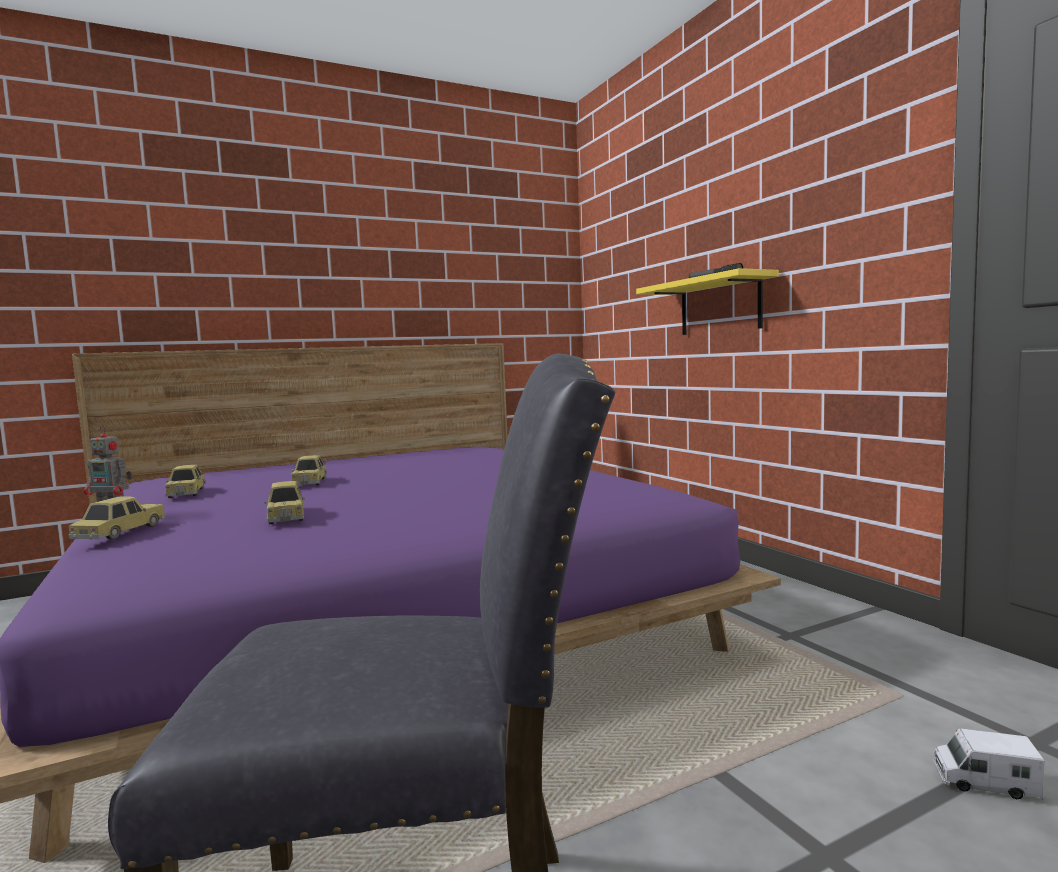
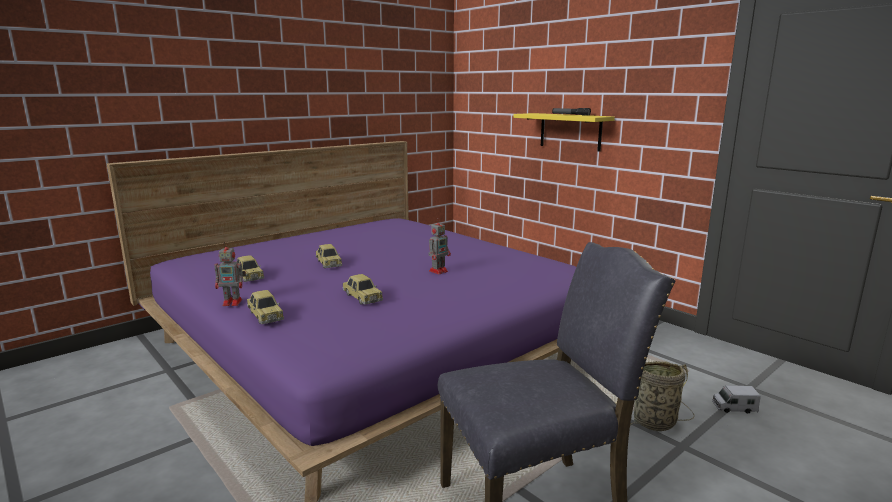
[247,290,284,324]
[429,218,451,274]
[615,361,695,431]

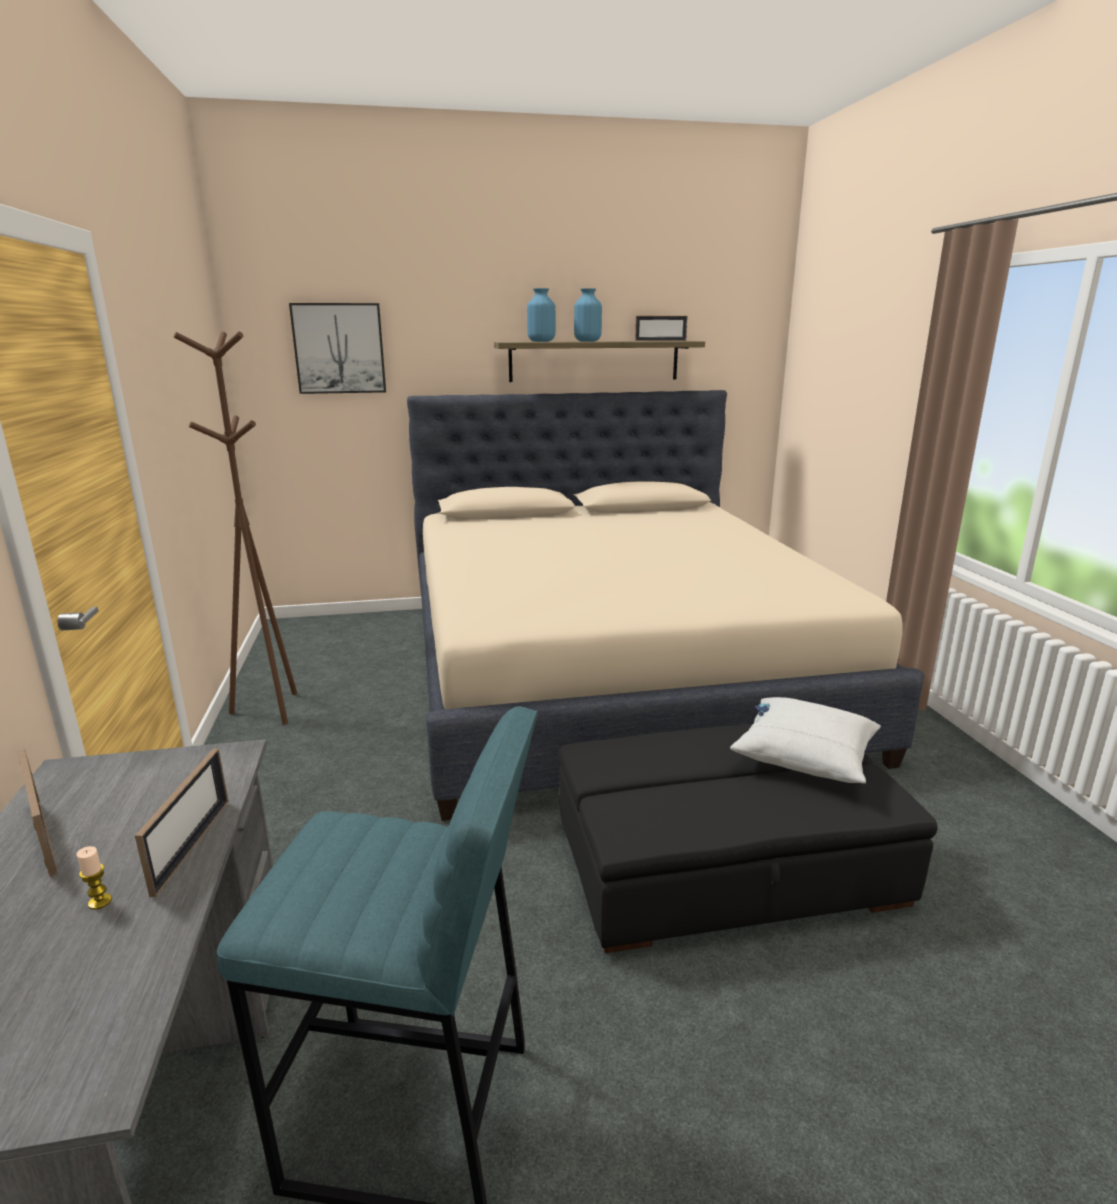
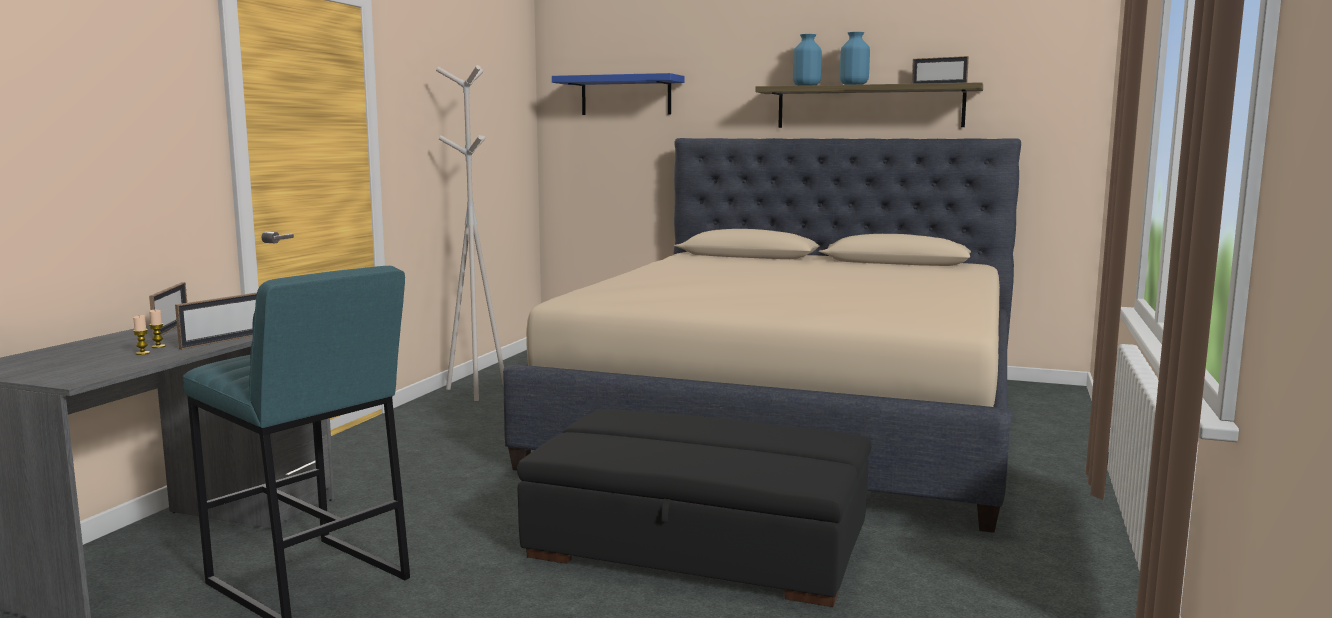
[133,315,150,355]
[436,65,504,401]
[552,73,684,115]
[730,697,881,783] (first image)

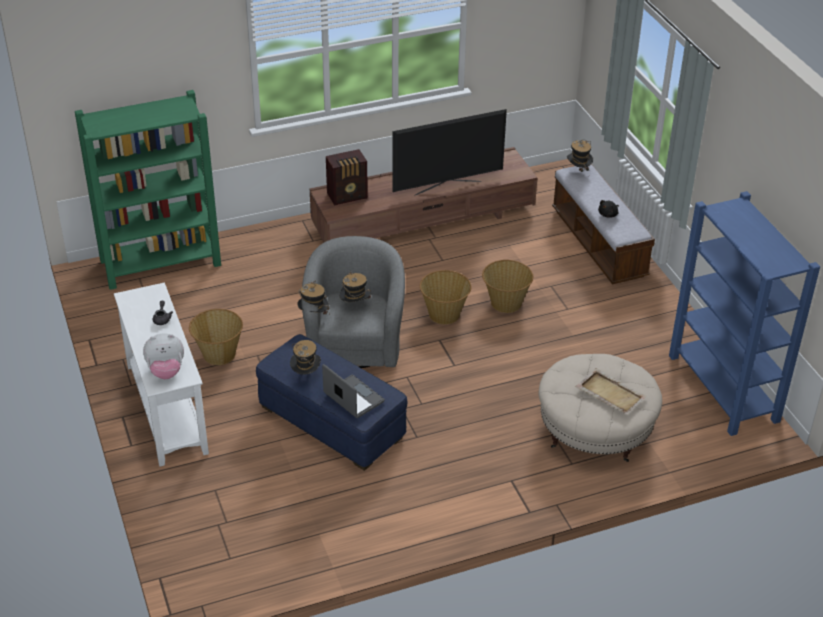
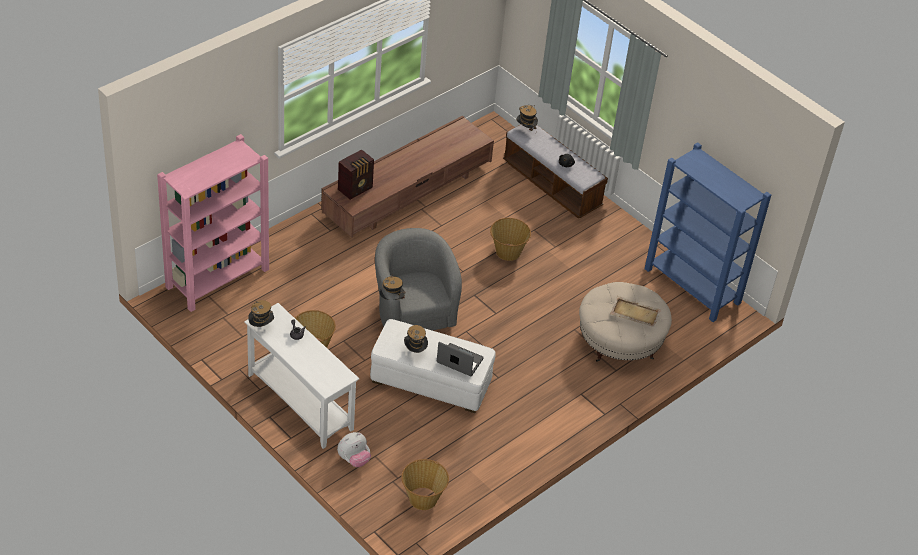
[157,134,269,312]
[248,300,274,327]
[337,432,371,467]
[370,319,496,413]
[401,459,449,510]
[392,109,507,196] (first image)

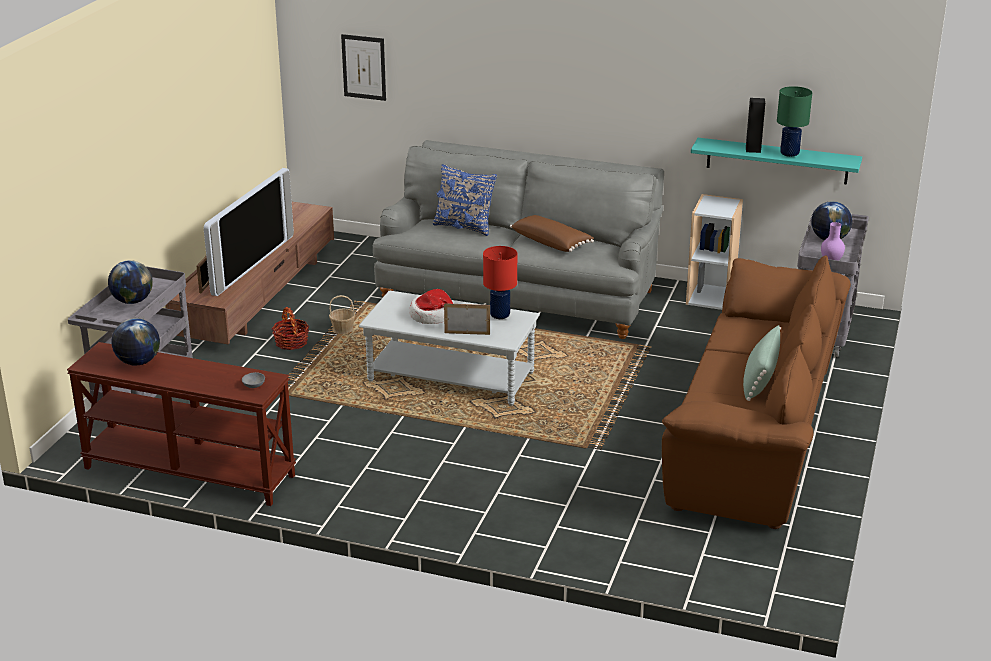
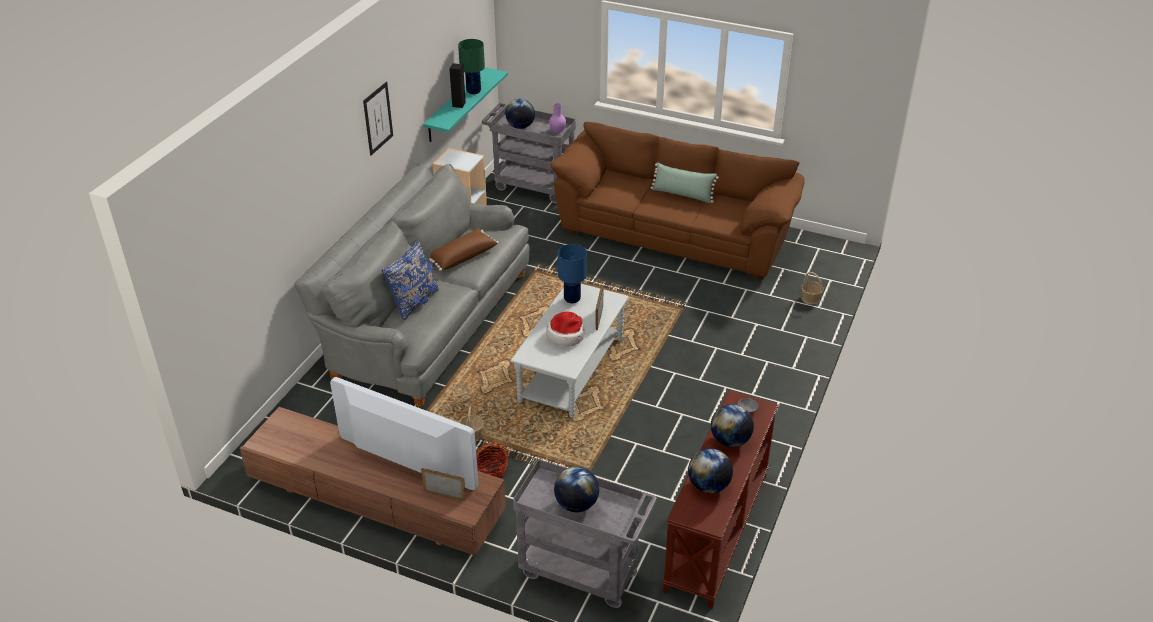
[363,82,393,155]
[558,244,587,303]
[711,404,754,447]
[801,272,823,305]

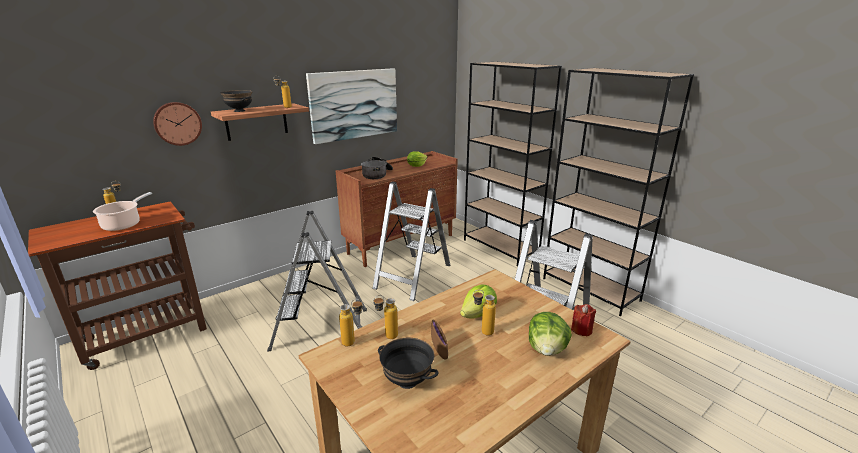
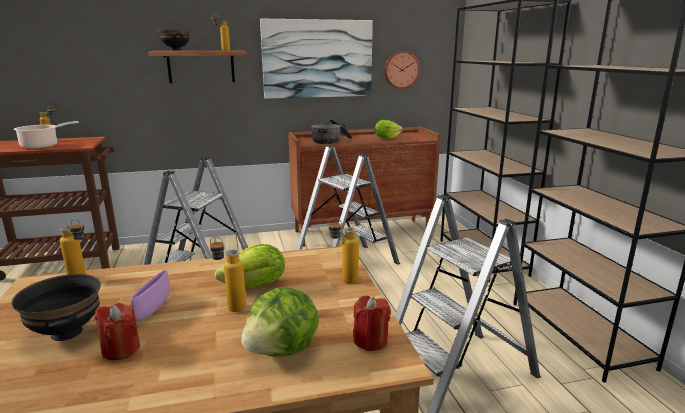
[95,303,140,360]
[131,270,170,321]
[328,217,359,283]
[384,51,420,89]

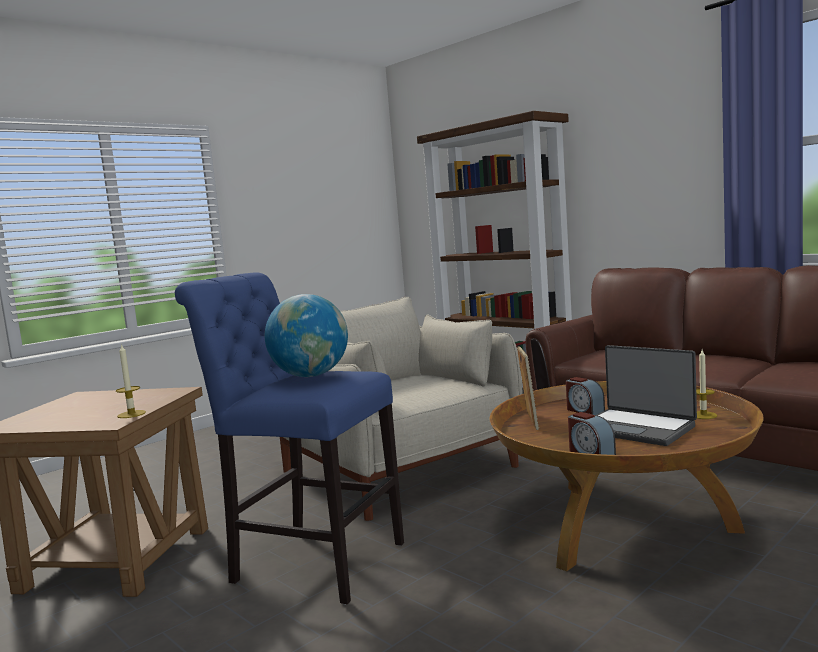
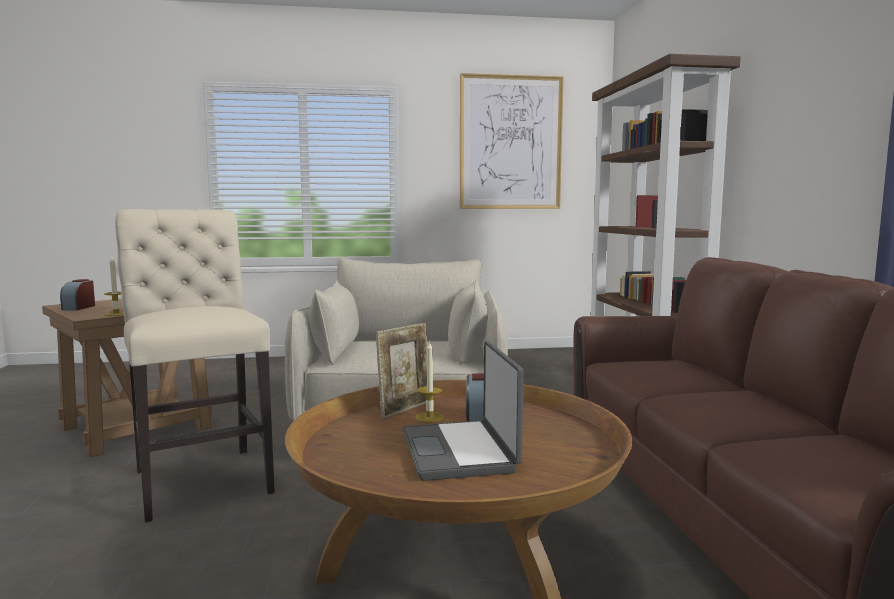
[60,279,95,310]
[115,209,275,522]
[415,341,445,423]
[460,73,564,209]
[265,294,348,377] (first image)

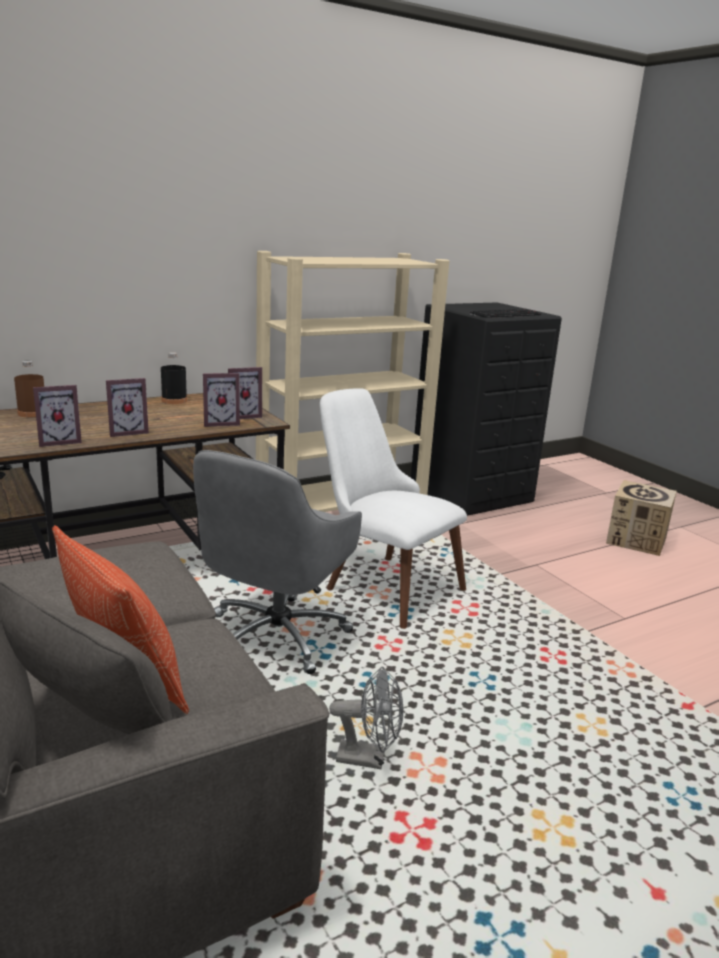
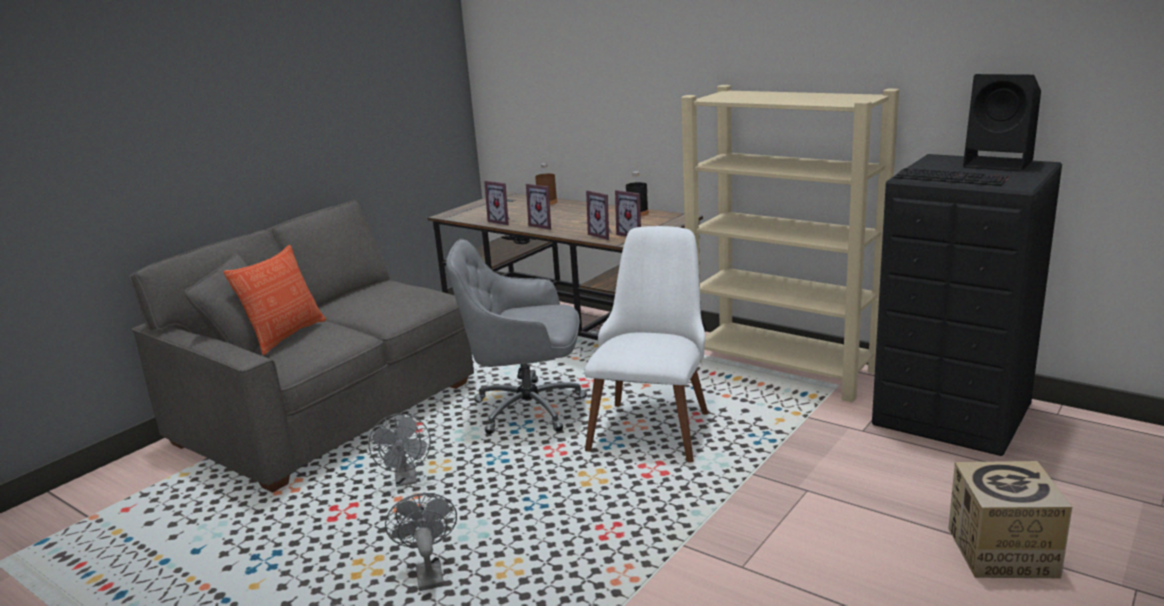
[385,493,457,591]
[963,74,1041,172]

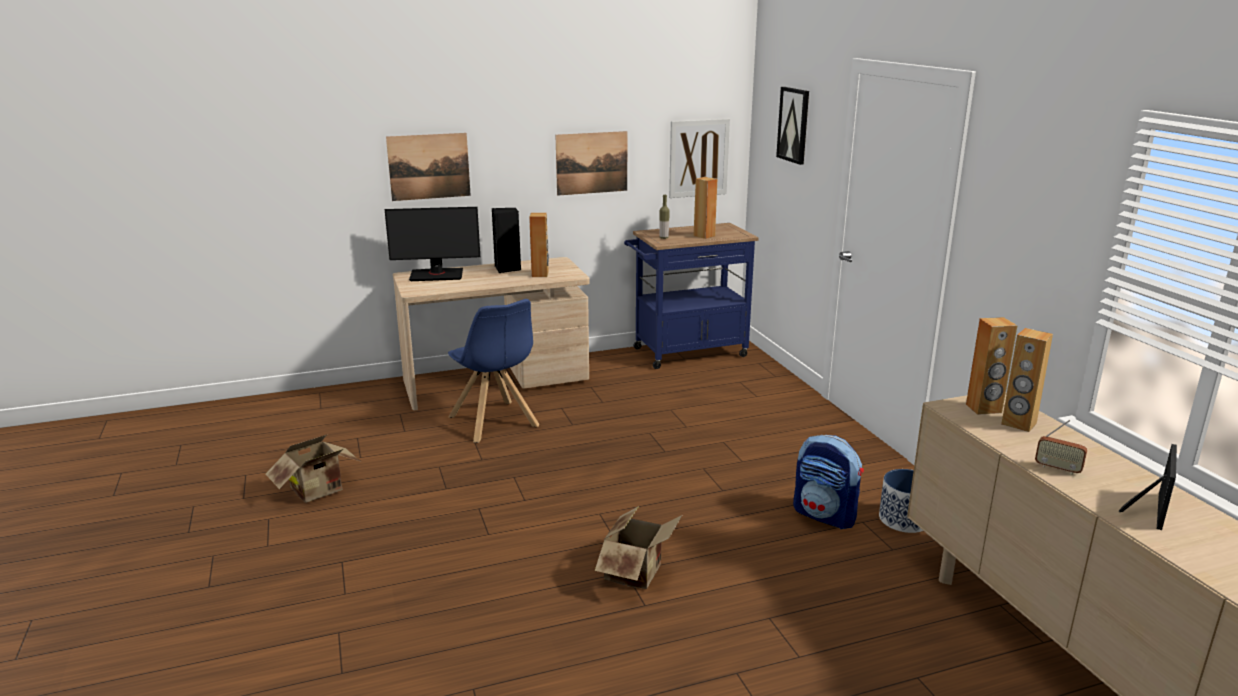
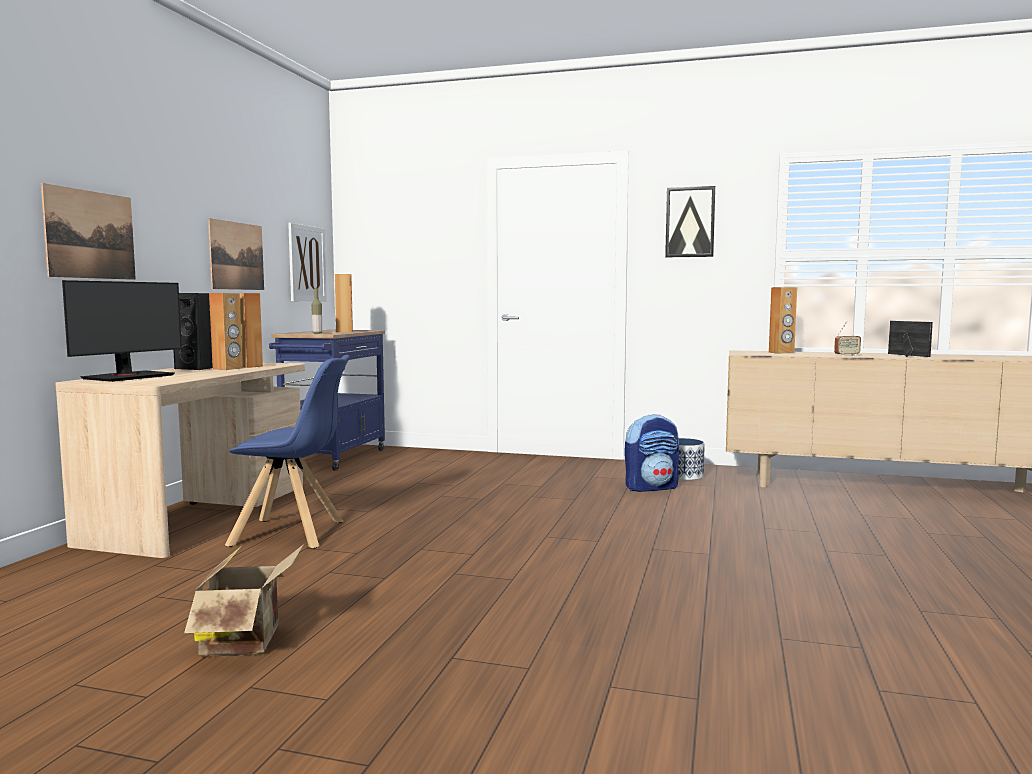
[209,293,243,370]
[665,186,715,257]
[595,506,682,589] (first image)

